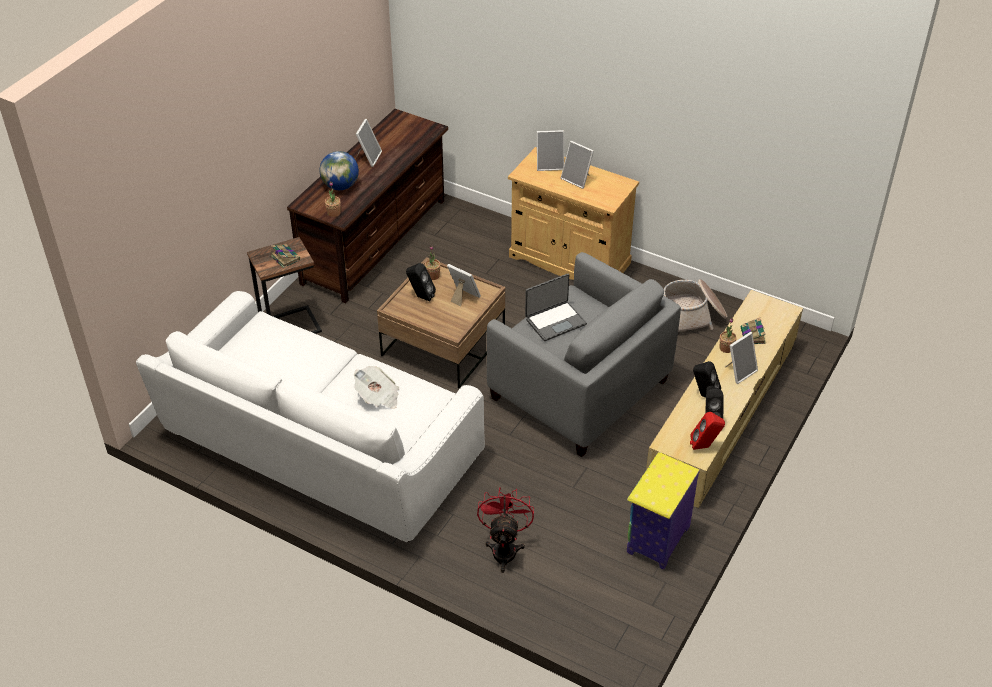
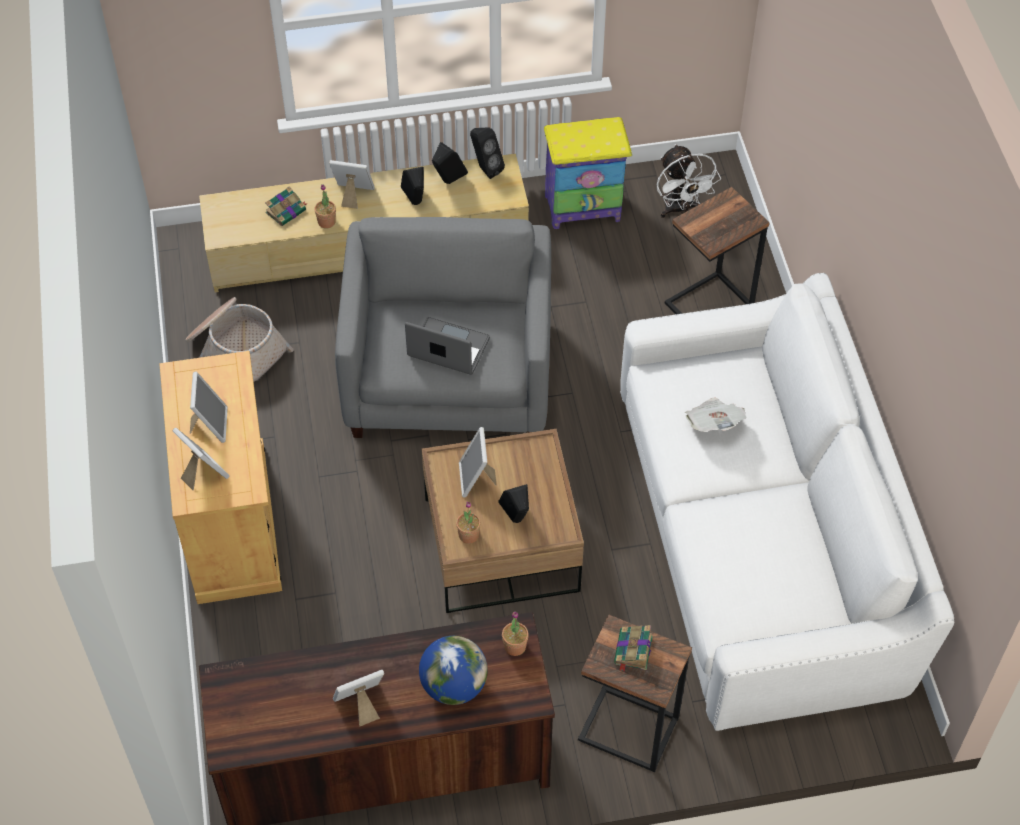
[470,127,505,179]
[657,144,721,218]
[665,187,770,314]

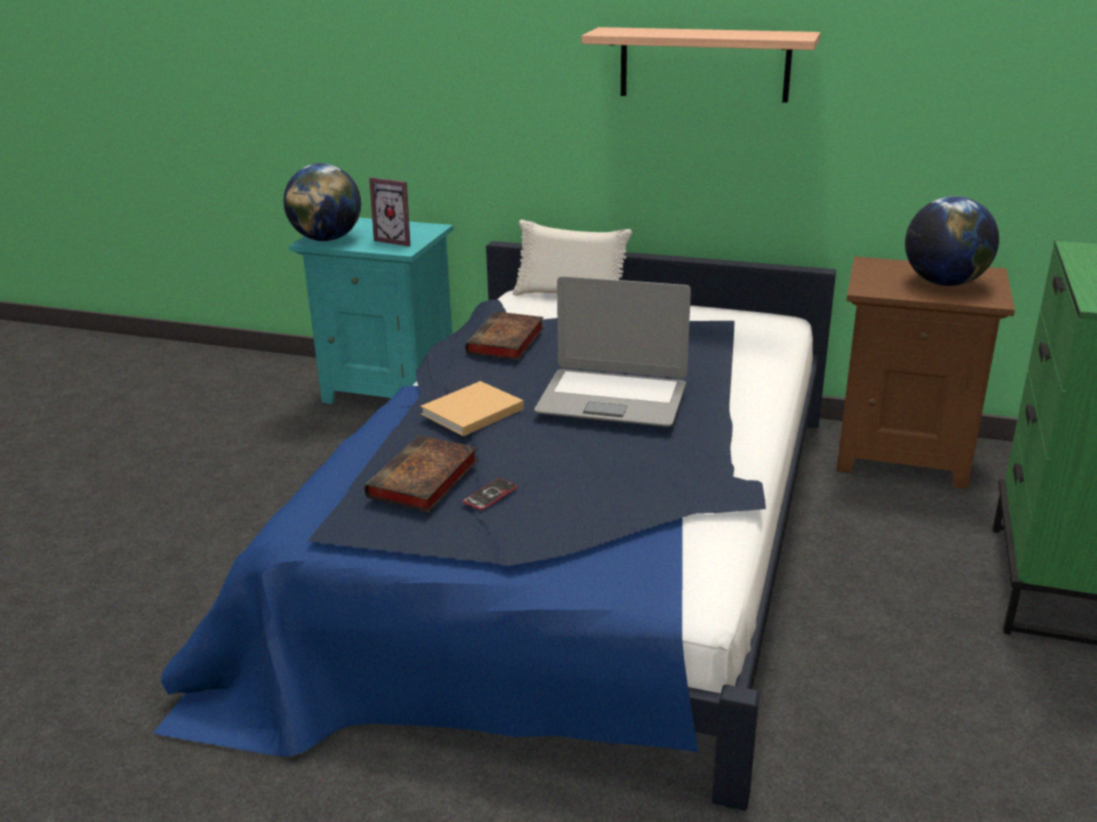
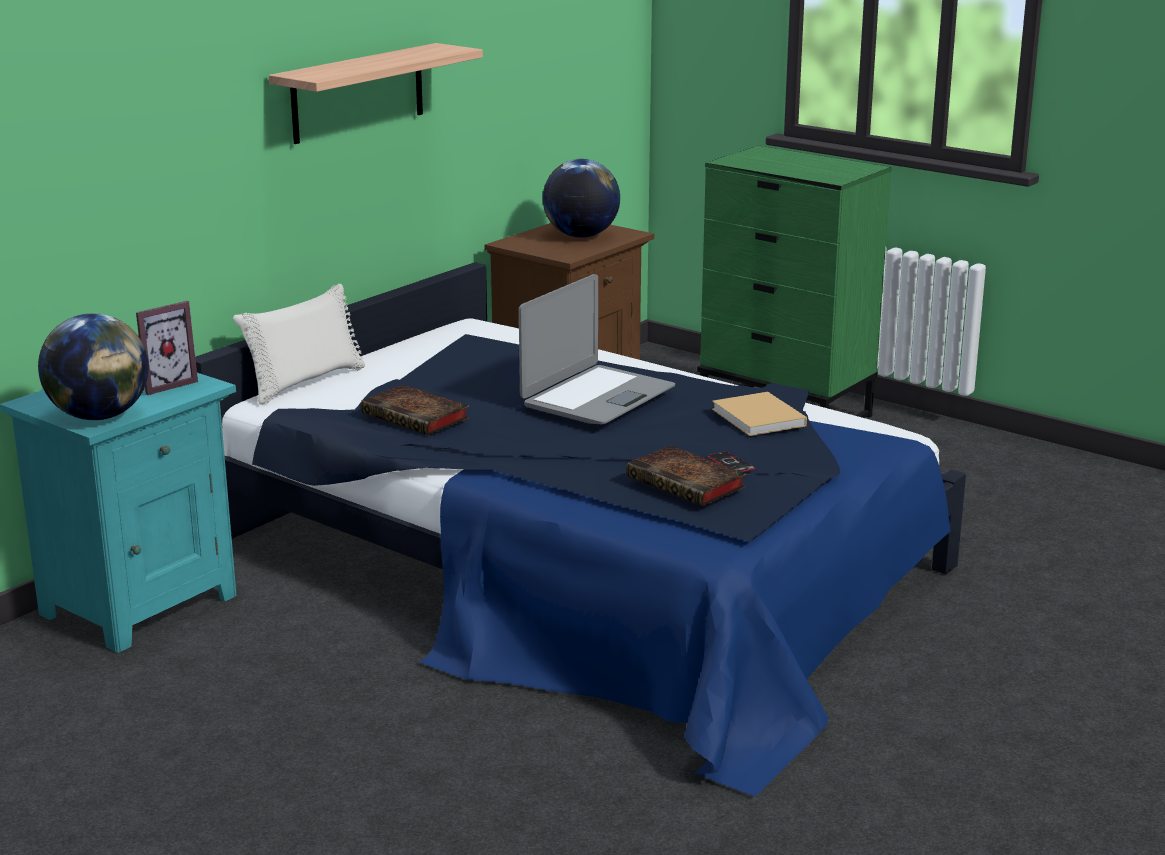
[712,392,807,436]

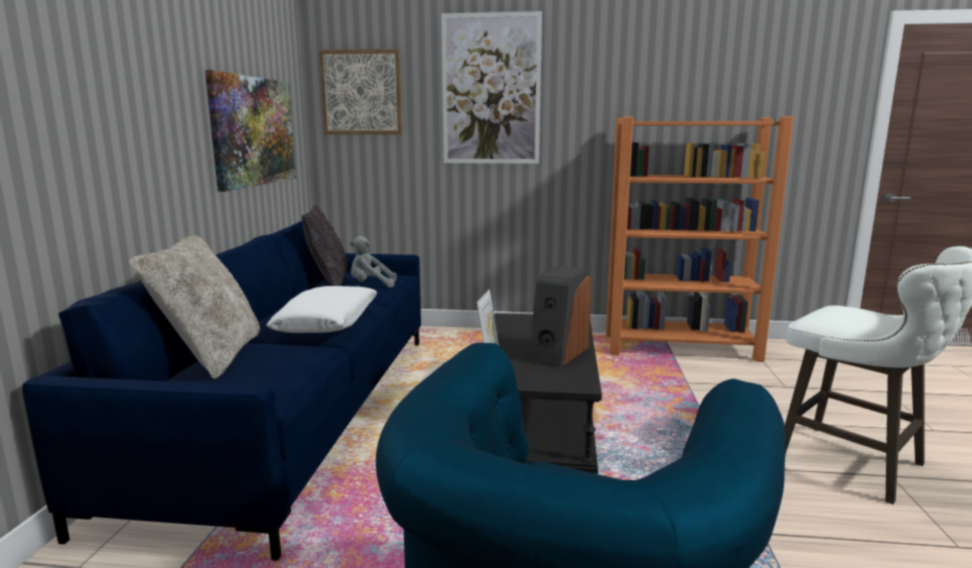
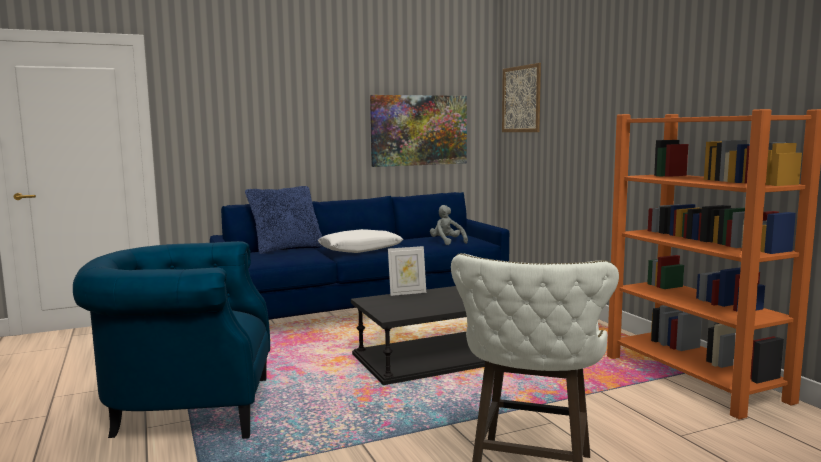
[245,186,323,254]
[302,205,348,286] (first image)
[441,11,542,164] (first image)
[528,266,592,368] (first image)

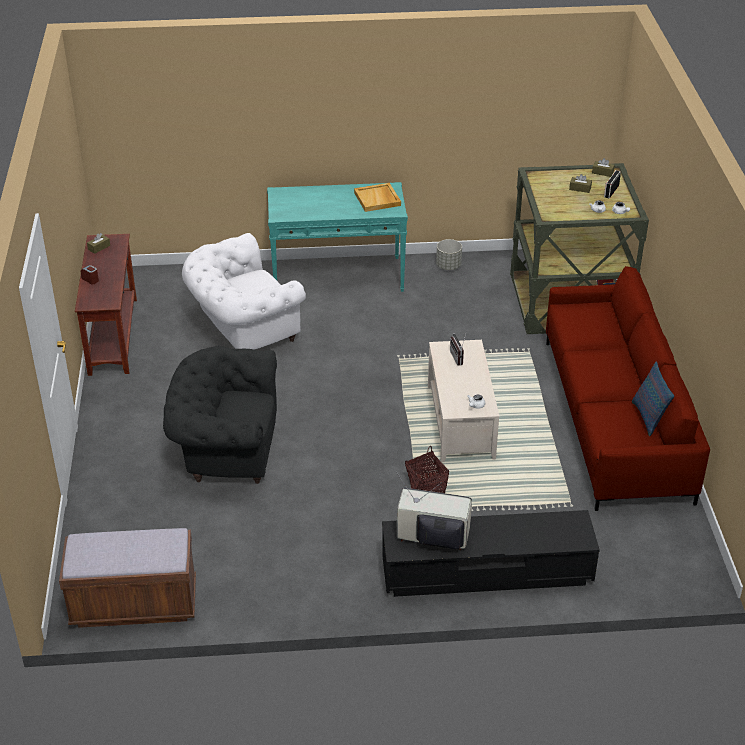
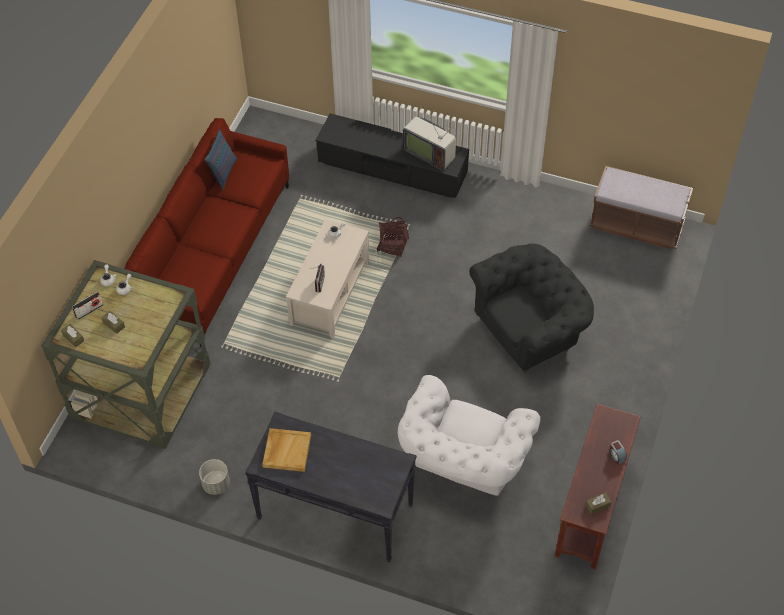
[245,411,416,562]
[398,375,541,496]
[469,243,594,373]

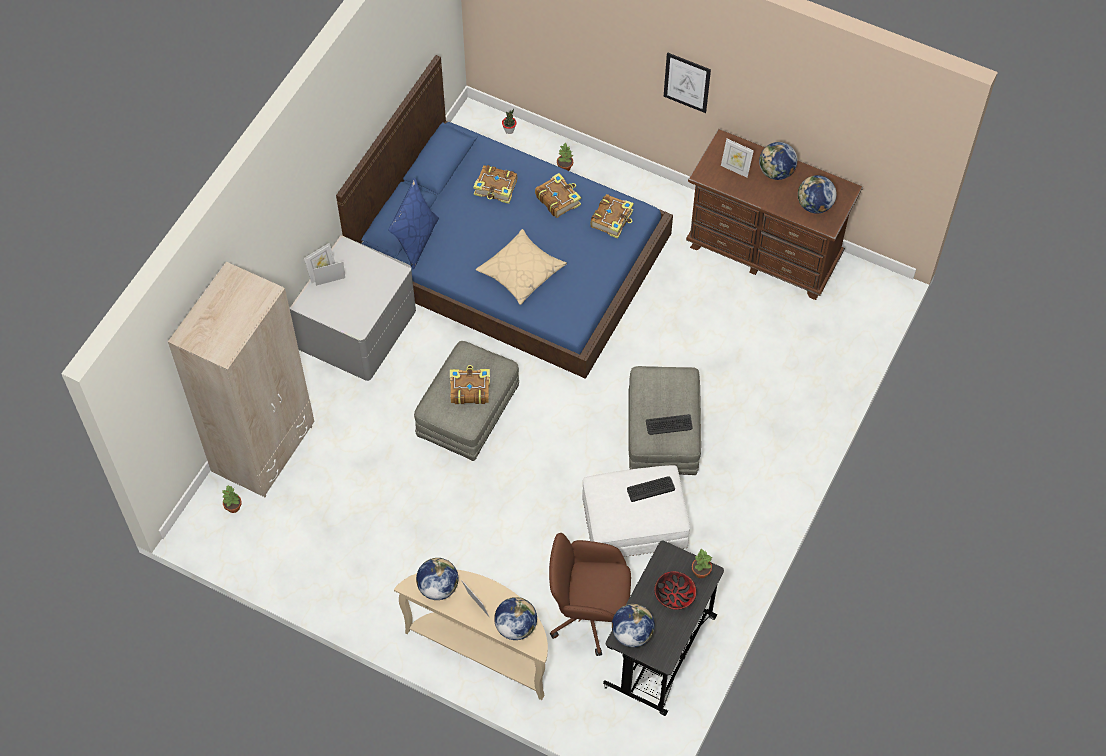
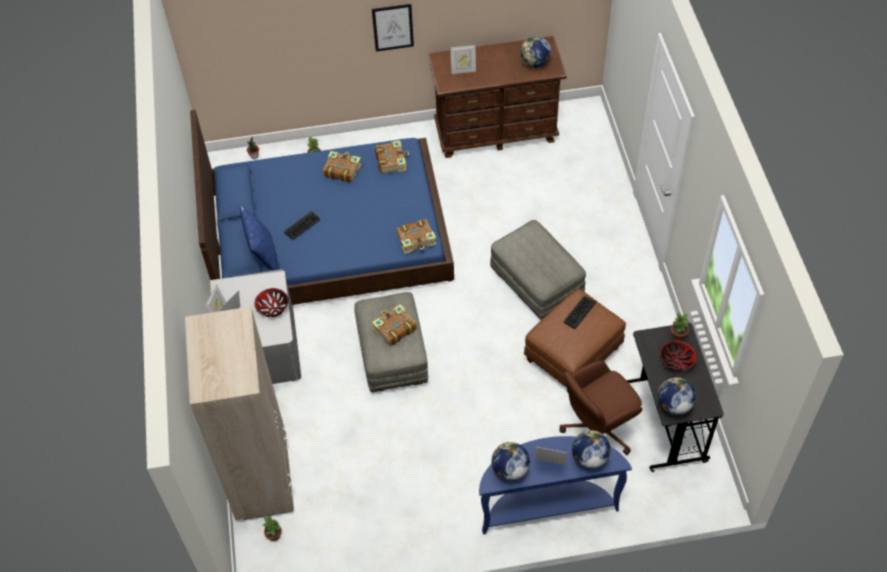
[254,288,289,317]
[284,211,320,240]
[397,219,436,254]
[479,436,632,535]
[524,289,626,392]
[476,229,567,305] (first image)
[759,142,797,180] (first image)

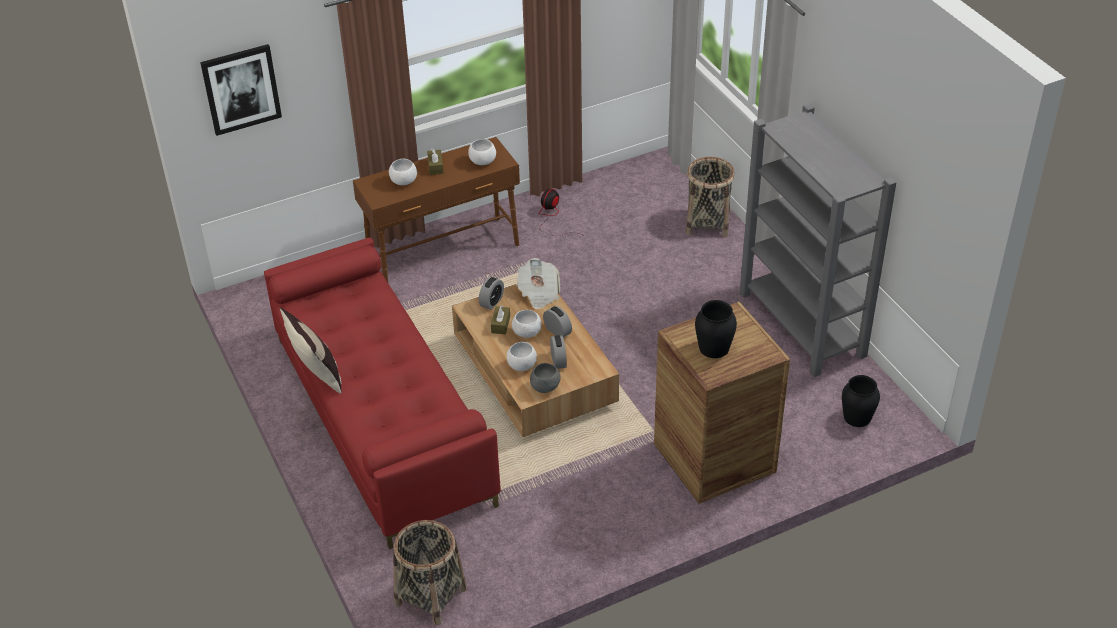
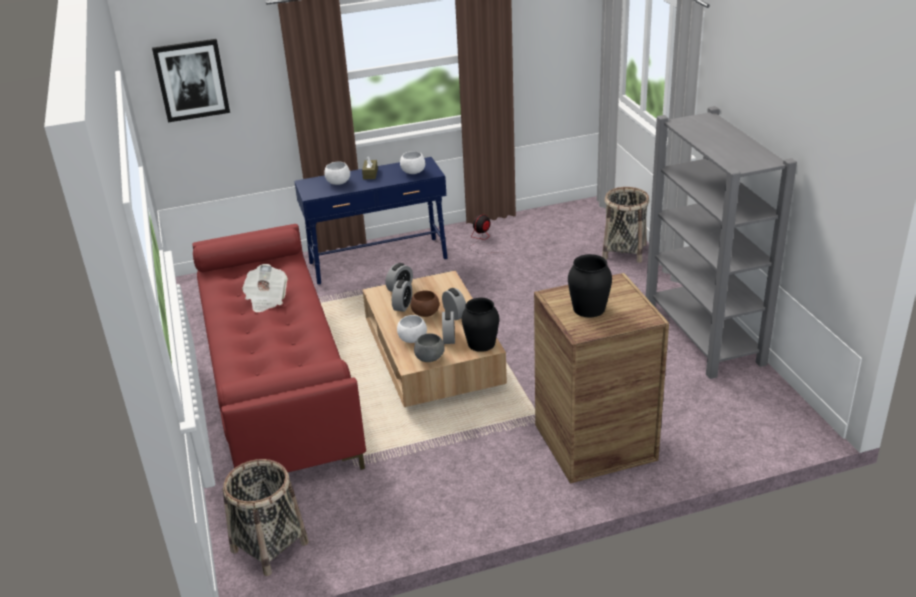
[242,264,288,313]
[294,157,447,285]
[392,279,412,312]
[411,291,439,317]
[462,298,499,352]
[280,308,342,394] (first image)

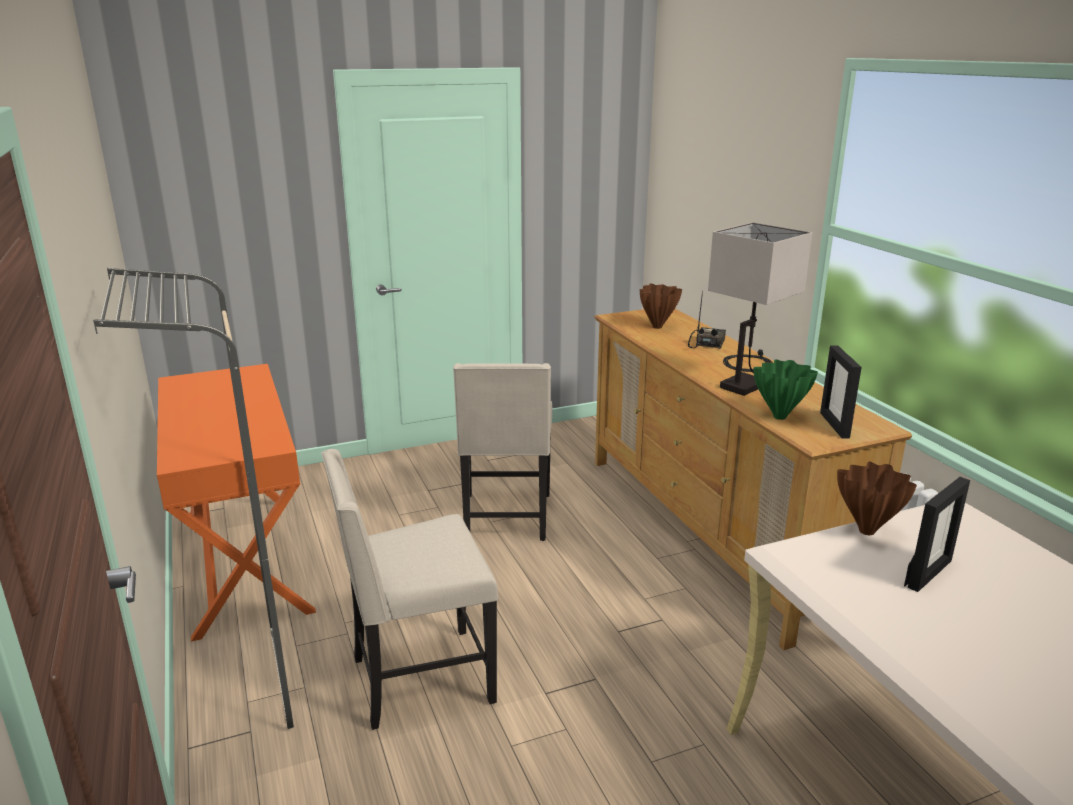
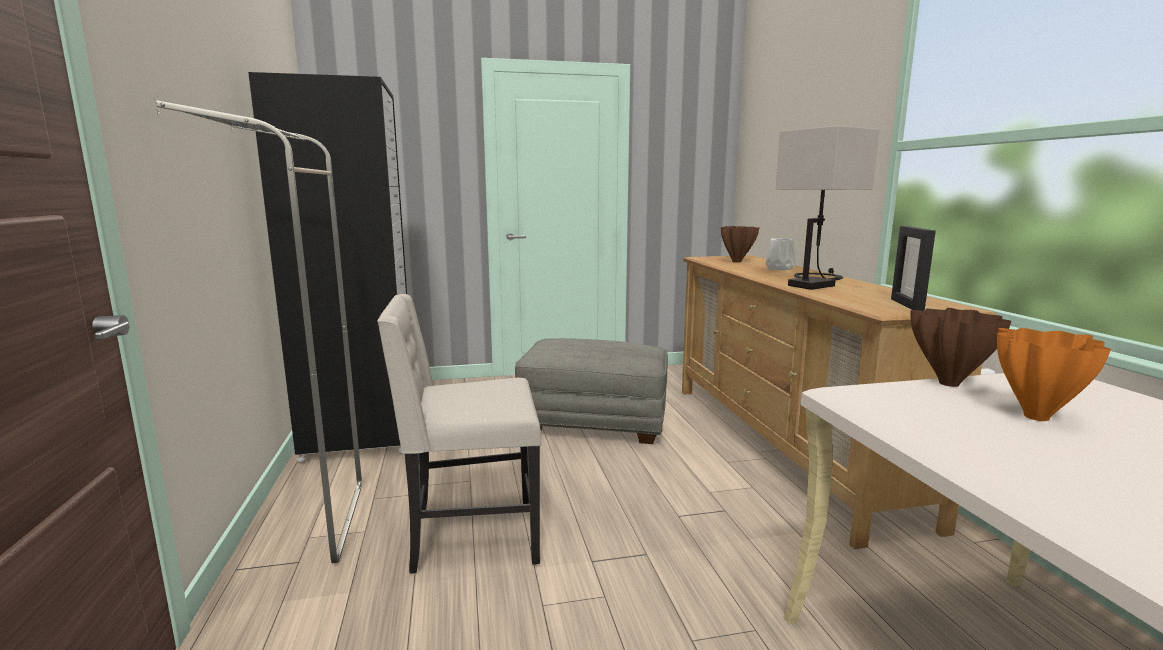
[248,72,407,463]
[515,338,668,444]
[766,238,795,270]
[997,328,1111,421]
[754,359,818,420] (first image)

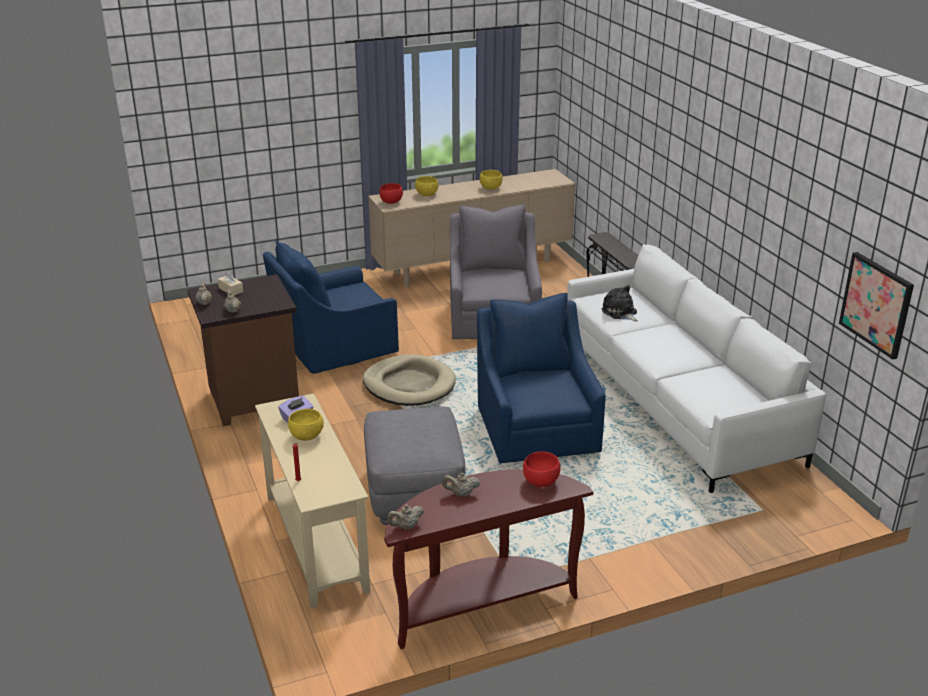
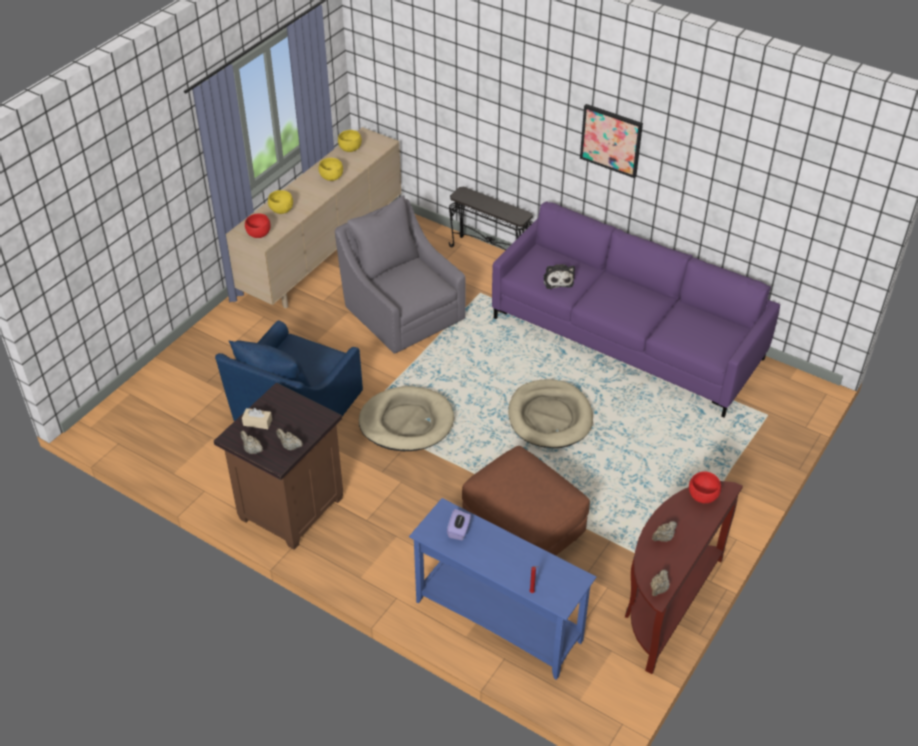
[338,130,362,152]
[409,498,596,680]
[462,446,590,556]
[492,201,780,418]
[508,379,593,448]
[543,264,575,289]
[580,104,643,178]

